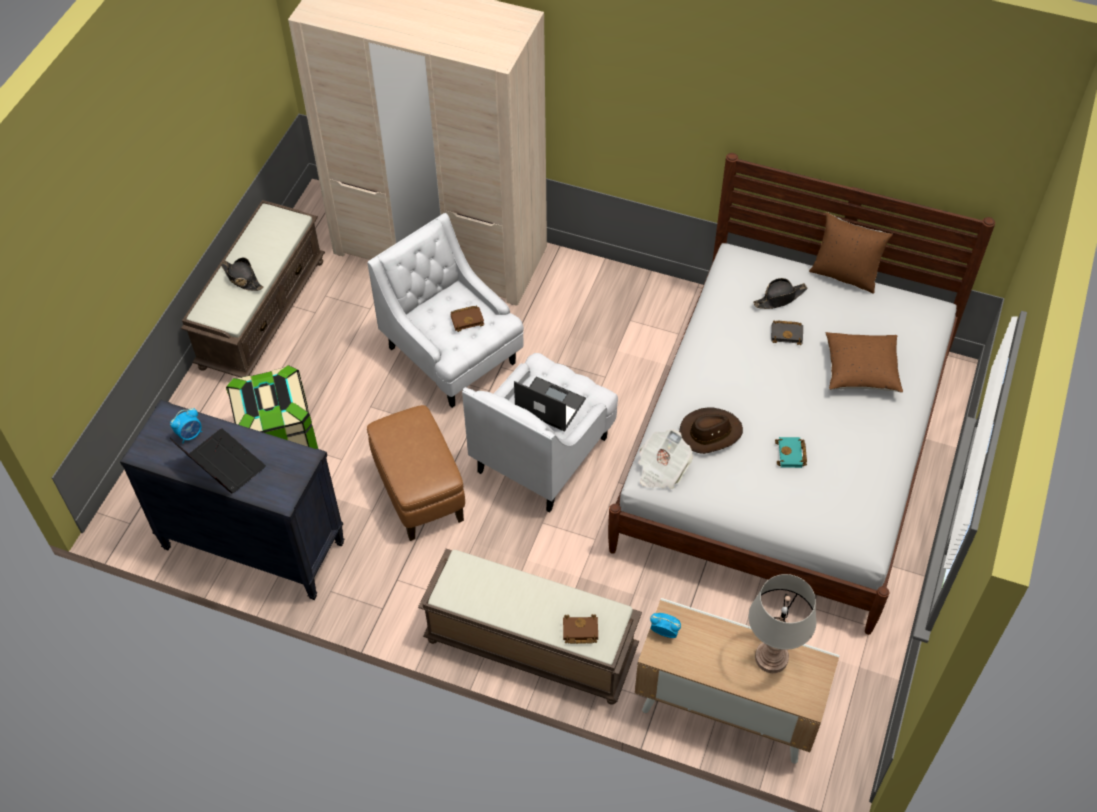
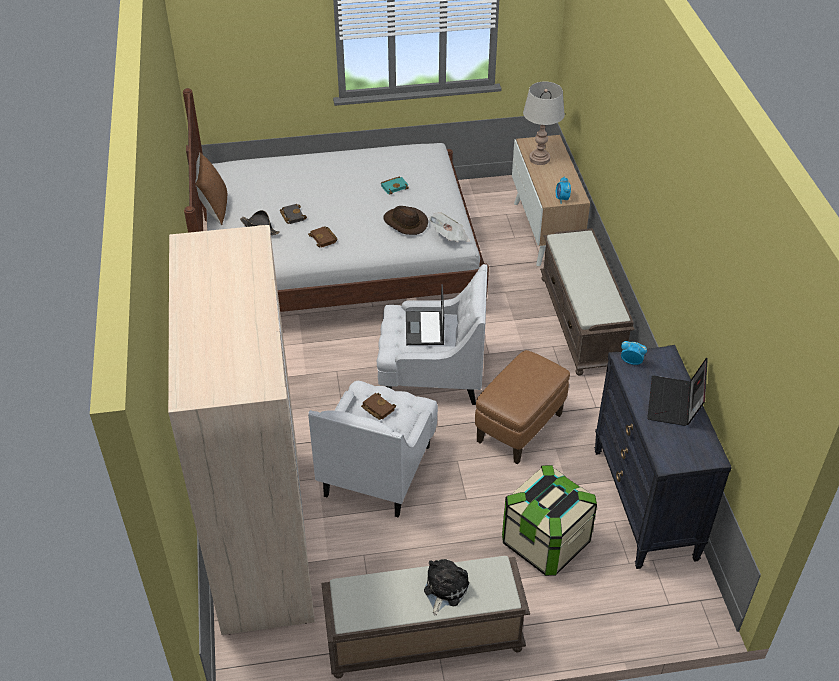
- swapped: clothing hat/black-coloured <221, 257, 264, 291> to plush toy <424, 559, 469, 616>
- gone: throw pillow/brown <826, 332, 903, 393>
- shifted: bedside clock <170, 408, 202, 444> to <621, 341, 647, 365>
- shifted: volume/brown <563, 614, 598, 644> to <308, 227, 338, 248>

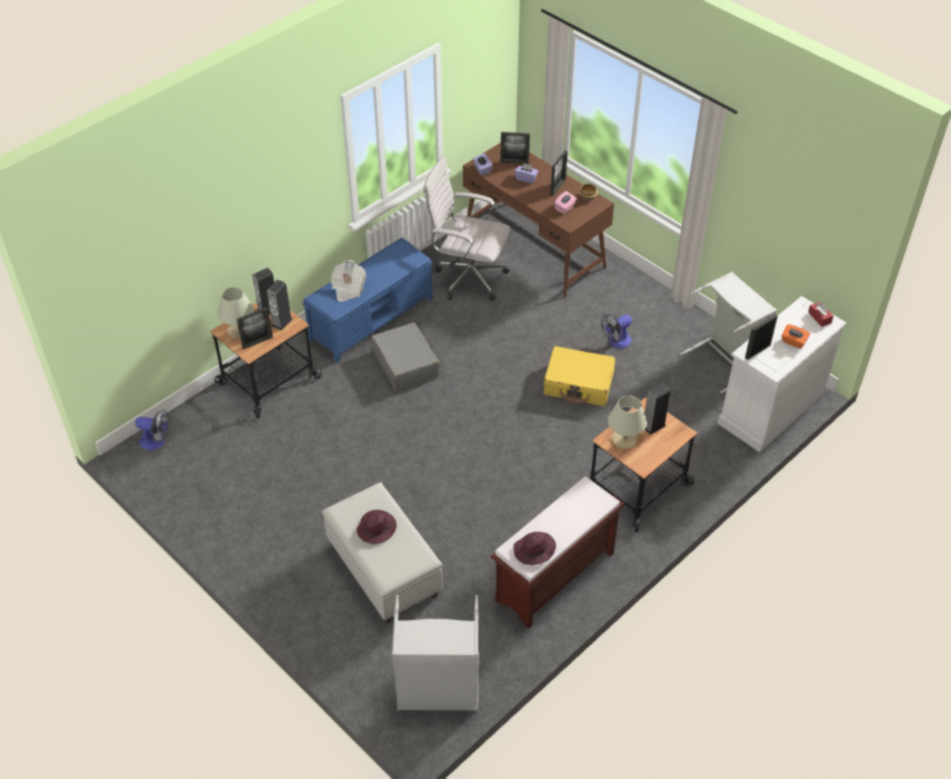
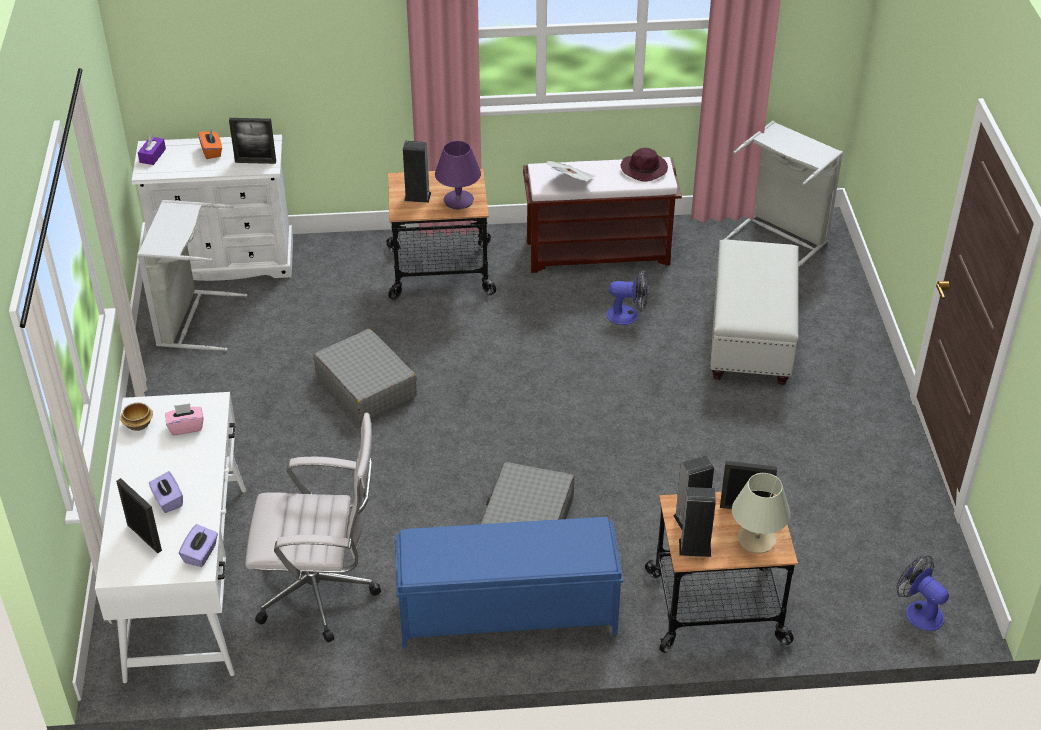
- repainted: desk unit/brown <463, 143, 614, 297> to desk unit/white <95, 392, 246, 683>
- gone: picture frame <550, 150, 568, 196>
- rotated: computer chair/white <423, 156, 511, 301> = <245, 413, 381, 643> 60 degrees counterclockwise
- shifted: daily paper <330, 260, 366, 301> to <546, 161, 595, 182>
- repainted: box of tissues/red <808, 302, 833, 327> to box of tissues/purplish <138, 134, 166, 165>
- shifted: cooling fan <601, 314, 632, 349> to <607, 269, 649, 325>
- repainted: travel case/yellow <544, 346, 615, 406> to travel case/grey <313, 329, 417, 423>
- repainted: tabletop lamp/beige <608, 395, 647, 449> to tabletop lamp/purplish <435, 141, 481, 209>
- gone: clothing hat/purplish <356, 510, 397, 544>

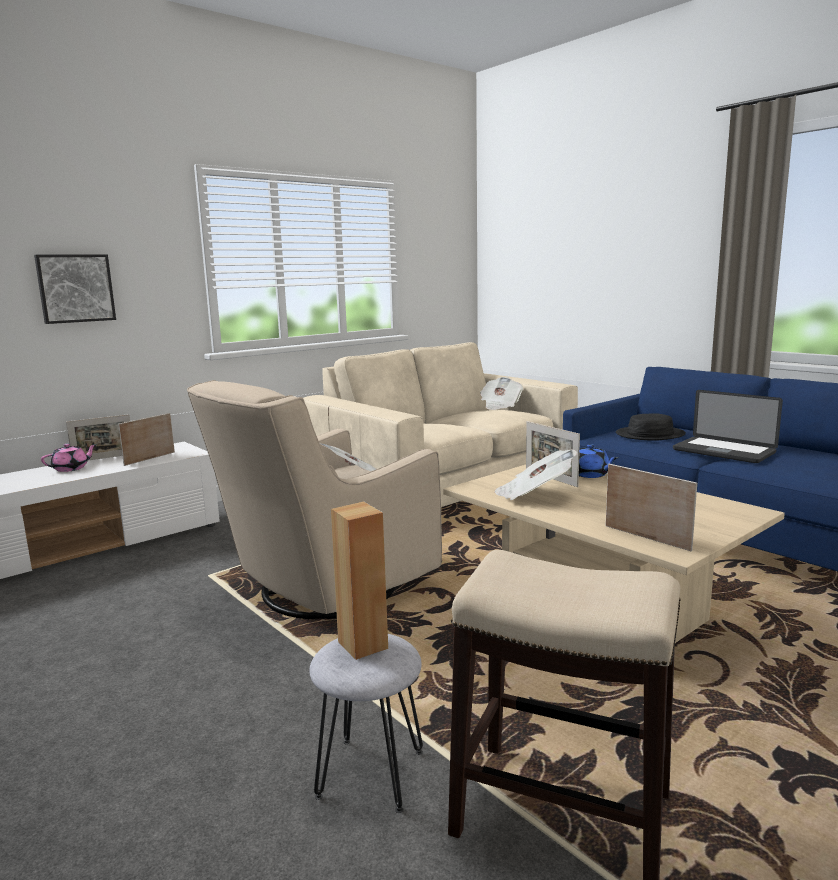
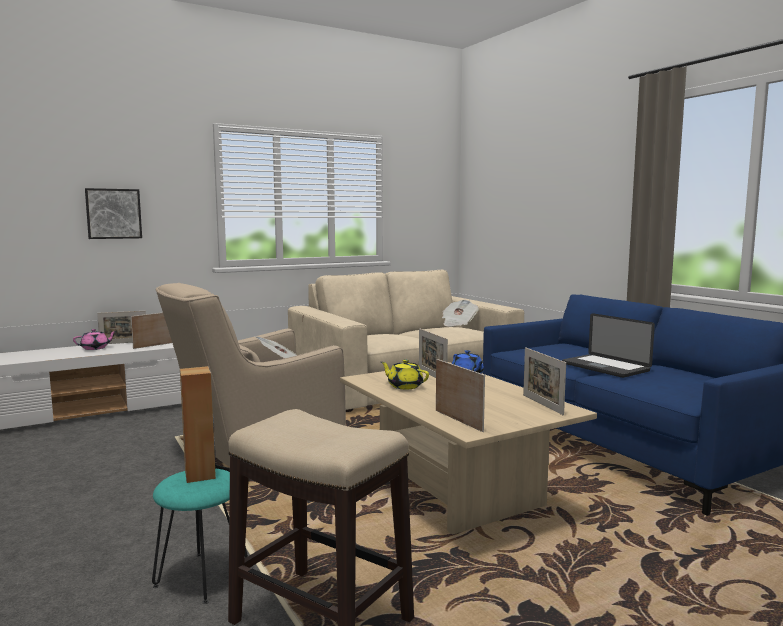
- gone: clothing hat/black-coloured <616, 413, 686, 441>
- swapped: daily paper <494, 449, 577, 500> to pot for tea/yellow <381, 359, 429, 389>
- repainted: stool seat/grey <309, 634, 423, 813> to stool seat/turquoise-coloured <152, 468, 248, 604>
- new: picture frame <523, 347, 566, 415>

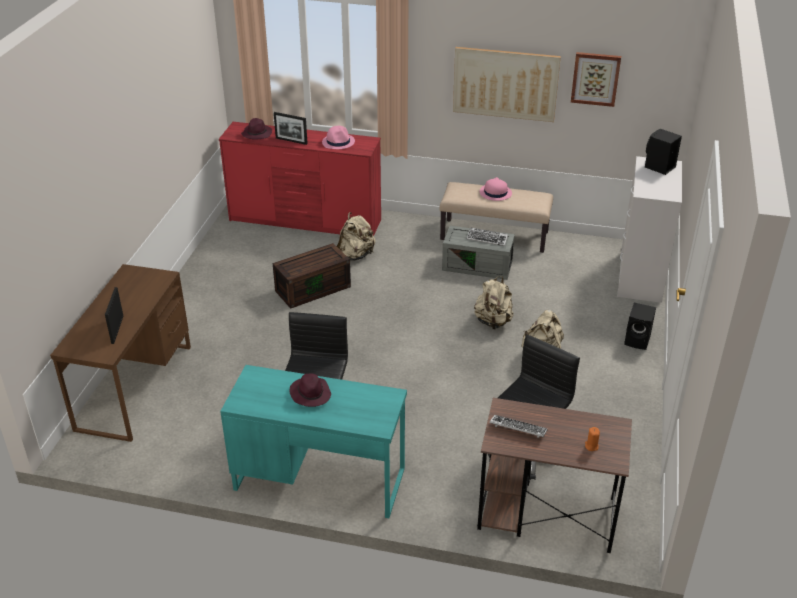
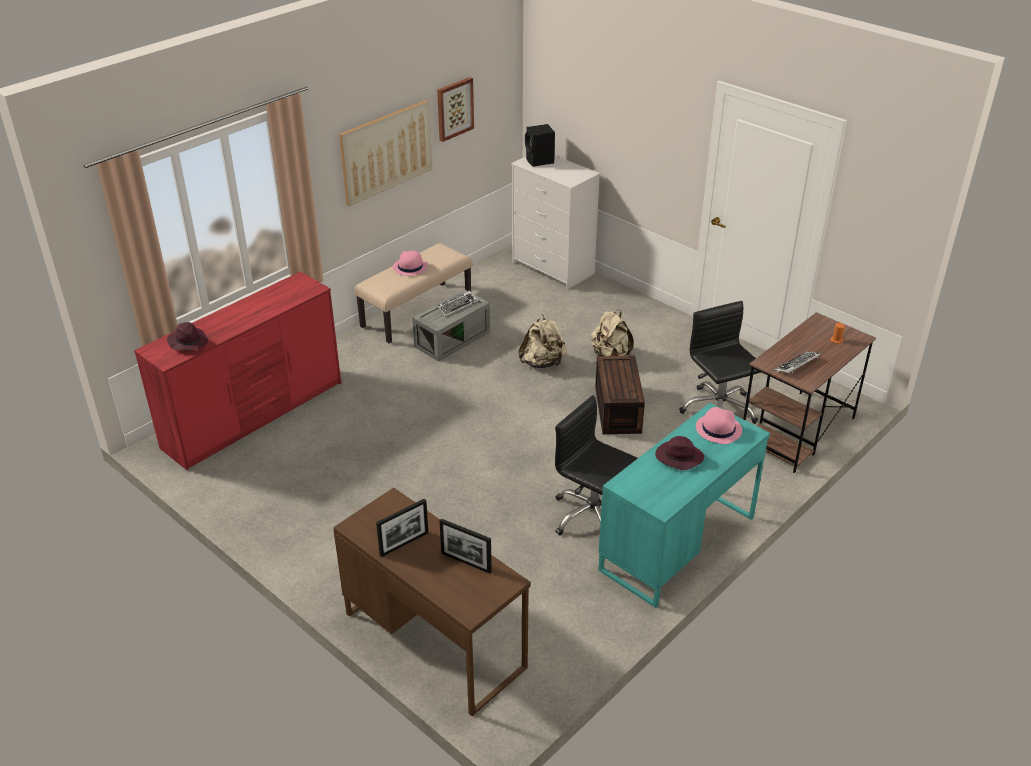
- shifted: picture frame <274, 112, 308, 145> to <376, 498, 428, 557>
- shifted: clothing hat/pink <322, 126, 355, 149> to <696, 407, 742, 444>
- gone: backpack/beige <337, 212, 376, 261>
- shifted: storage box/brown <273, 243, 351, 309> to <595, 355, 645, 434>
- gone: speaker/black-coloured <624, 302, 656, 350>

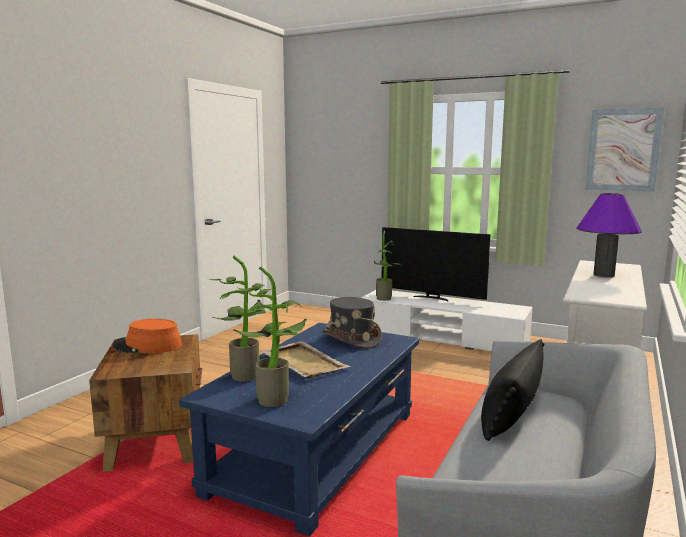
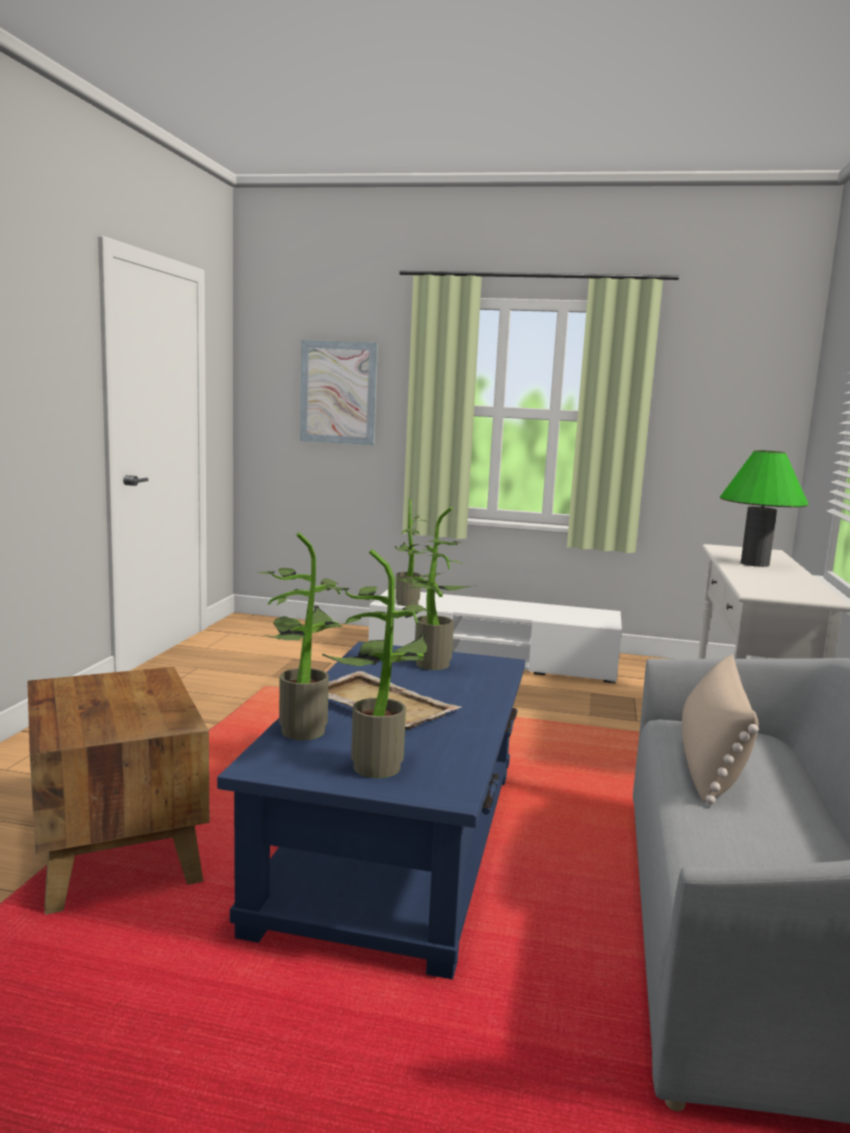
- shifted: wall art <586, 108, 664, 191> to <300, 340, 378, 445>
- repainted: tabletop lamp/purplish <576, 193, 642, 277> to tabletop lamp/greenish <720, 450, 808, 567>
- gone: television <382, 227, 491, 301>
- swapped: clothing hat/grey <322, 297, 382, 349> to houseplant <394, 507, 471, 670>
- gone: clothing hat/orange-coloured <112, 319, 182, 353>
- repainted: throw pillow/black-coloured <481, 339, 545, 441> to throw pillow/beige <682, 654, 759, 805>

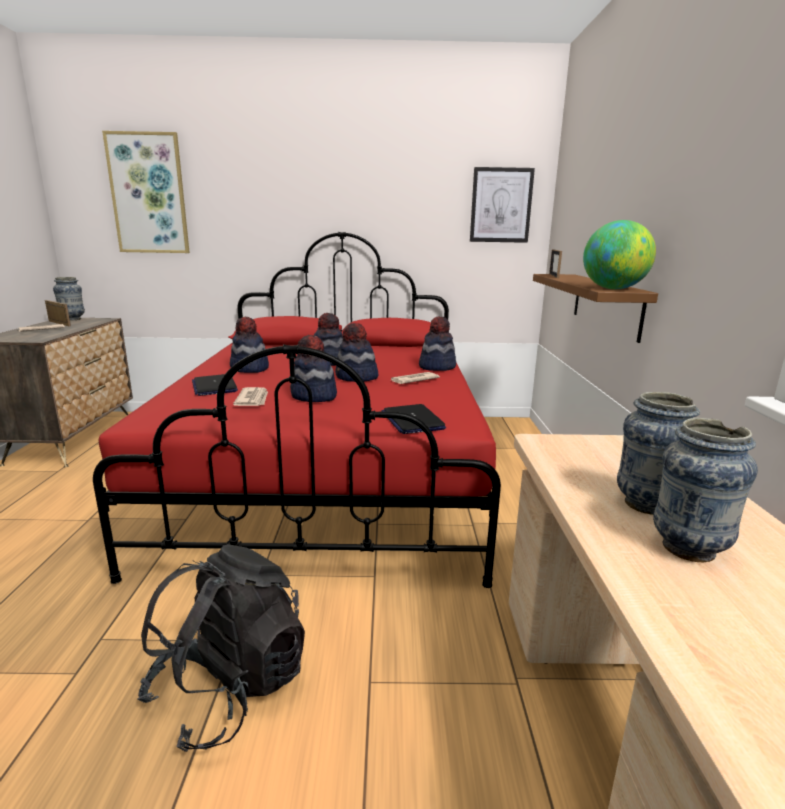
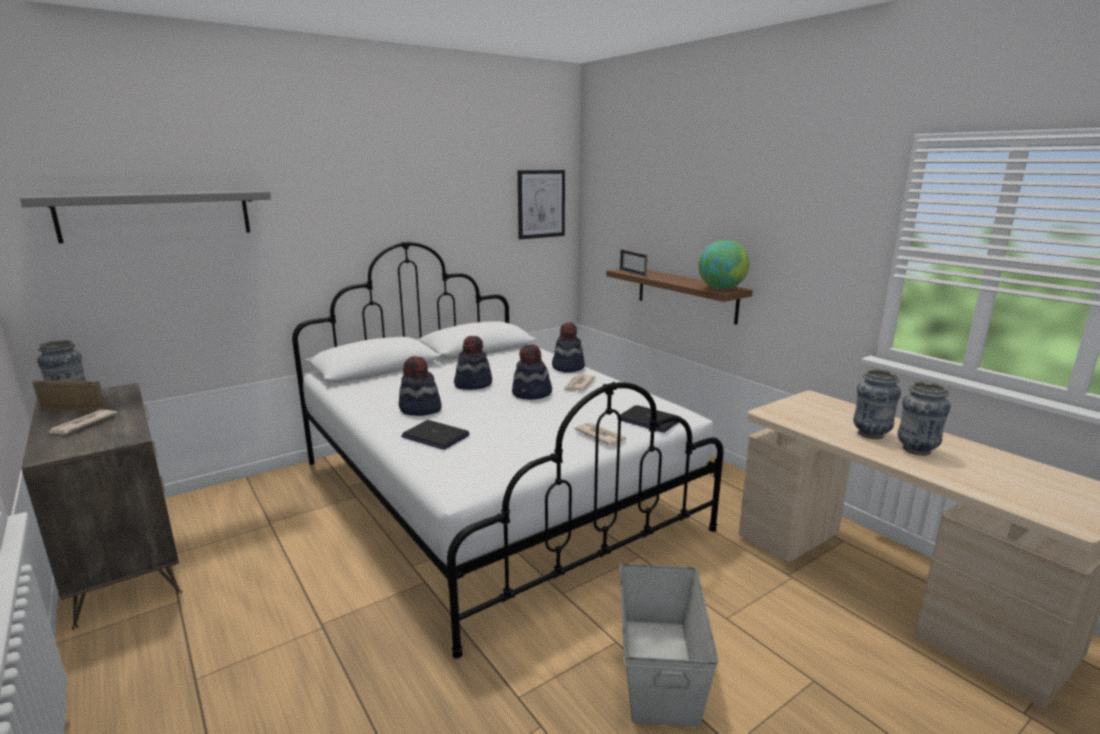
- swapped: wall art <102, 131, 190, 253> to bracket shelf/grey <20, 190, 271, 244>
- repainted: sleeping bed/red <93, 232, 501, 588> to sleeping bed/white <292, 242, 724, 659>
- gone: clothing hat <290, 335, 337, 402>
- shifted: daily paper <233, 387, 268, 406> to <574, 422, 627, 445>
- swapped: backpack/black-coloured <137, 544, 305, 752> to storage box/grey <620, 564, 719, 727>

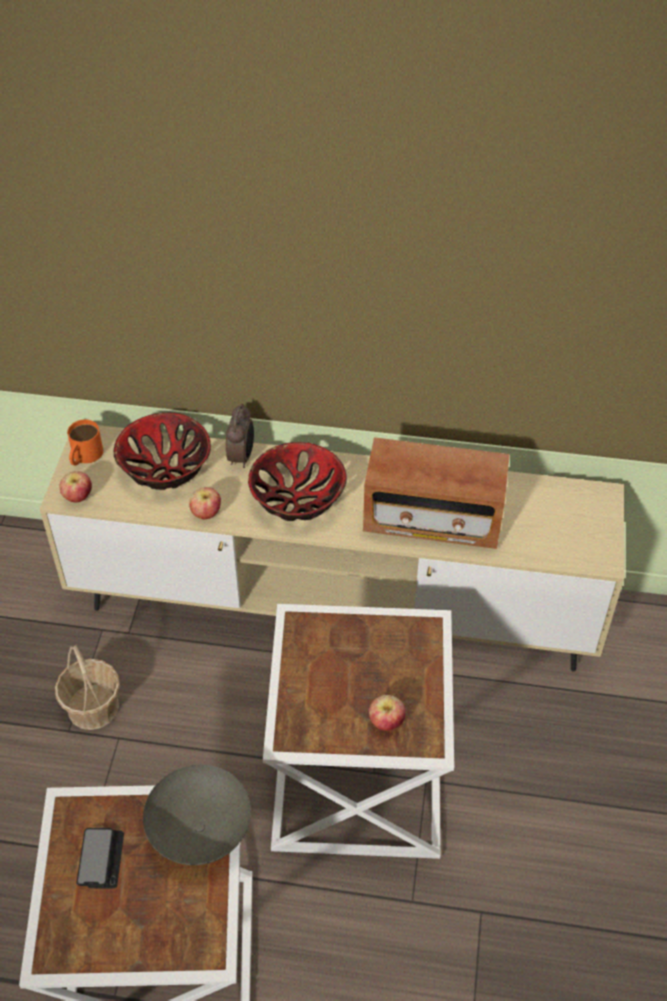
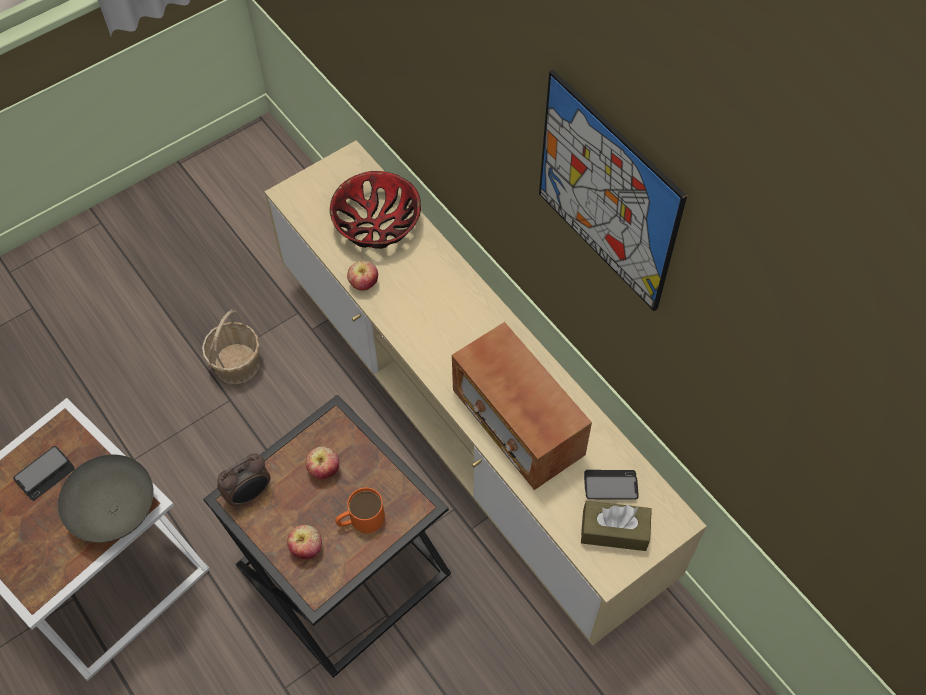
- shifted: bedside clock <226, 404, 254, 468> to <217, 454, 270, 508>
- shifted: mug/orange-coloured <67, 419, 103, 466> to <335, 488, 385, 533>
- gone: deep dish <248, 442, 347, 521>
- shifted: apple fruit <59, 471, 92, 502> to <305, 446, 339, 479>
- repainted: end table/white <263, 604, 454, 859> to end table/black-coloured <203, 395, 451, 678>
- new: wall art <539, 70, 687, 311>
- new: handset <584, 470, 639, 499>
- new: box of tissues/brown <581, 501, 652, 551>

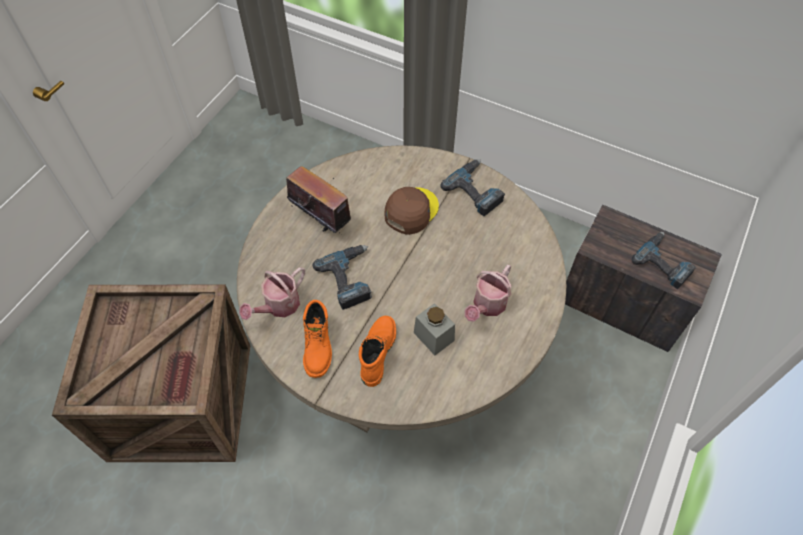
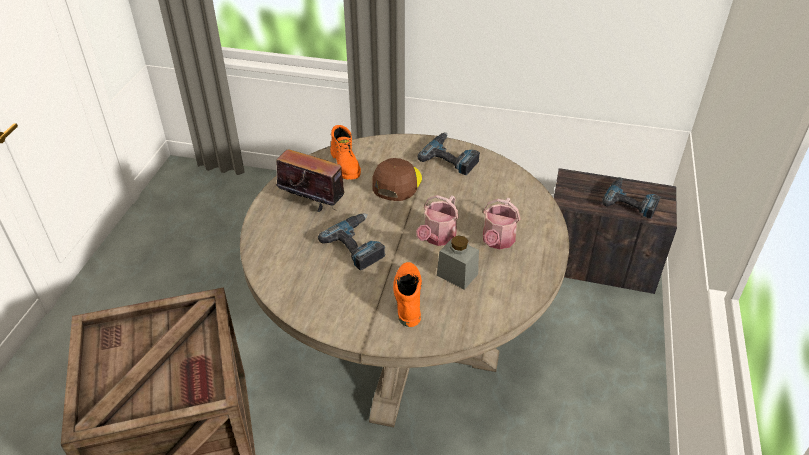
- shifted: watering pot <239, 267, 305, 320> to <416, 195, 459, 246>
- shifted: boot/orange-coloured <303, 300, 332, 378> to <330, 125, 361, 180>

